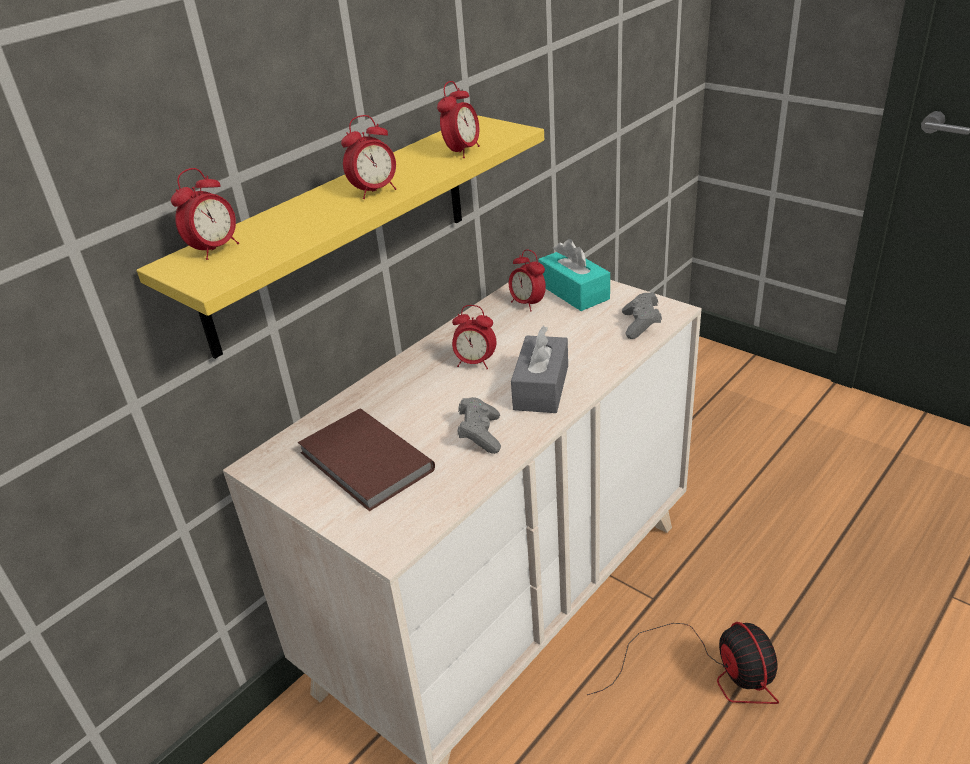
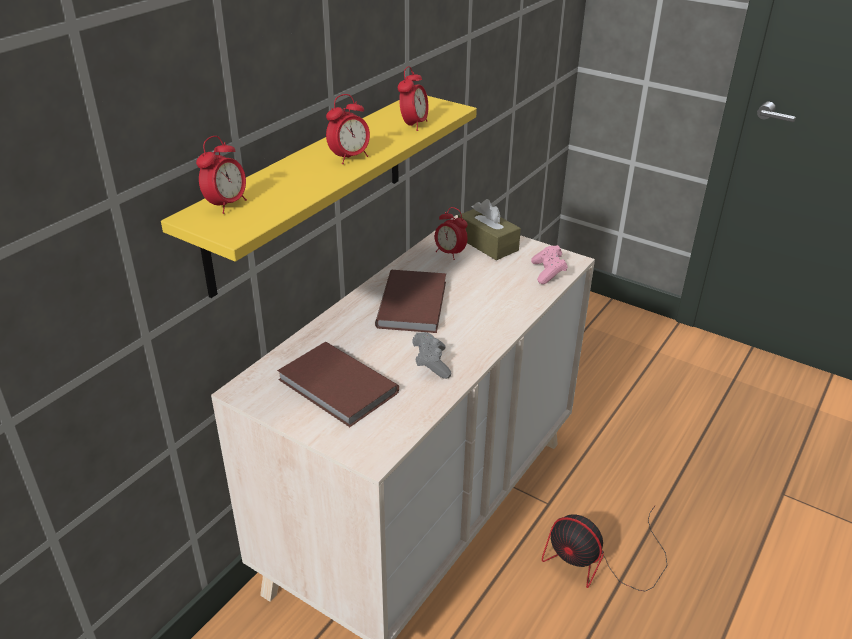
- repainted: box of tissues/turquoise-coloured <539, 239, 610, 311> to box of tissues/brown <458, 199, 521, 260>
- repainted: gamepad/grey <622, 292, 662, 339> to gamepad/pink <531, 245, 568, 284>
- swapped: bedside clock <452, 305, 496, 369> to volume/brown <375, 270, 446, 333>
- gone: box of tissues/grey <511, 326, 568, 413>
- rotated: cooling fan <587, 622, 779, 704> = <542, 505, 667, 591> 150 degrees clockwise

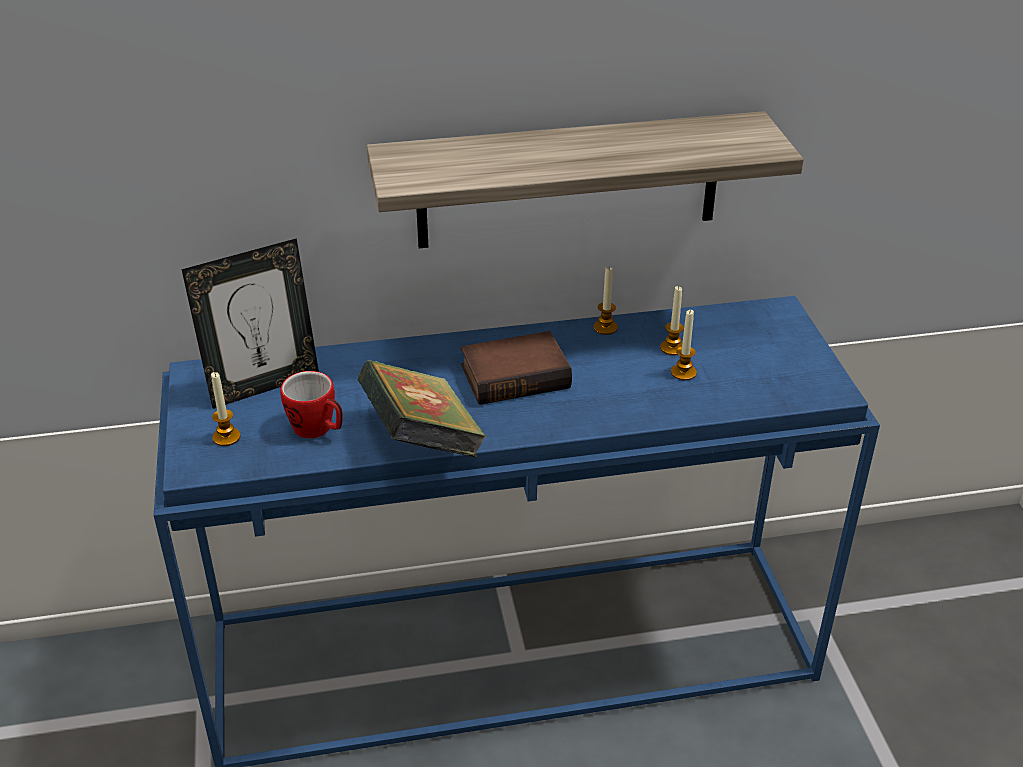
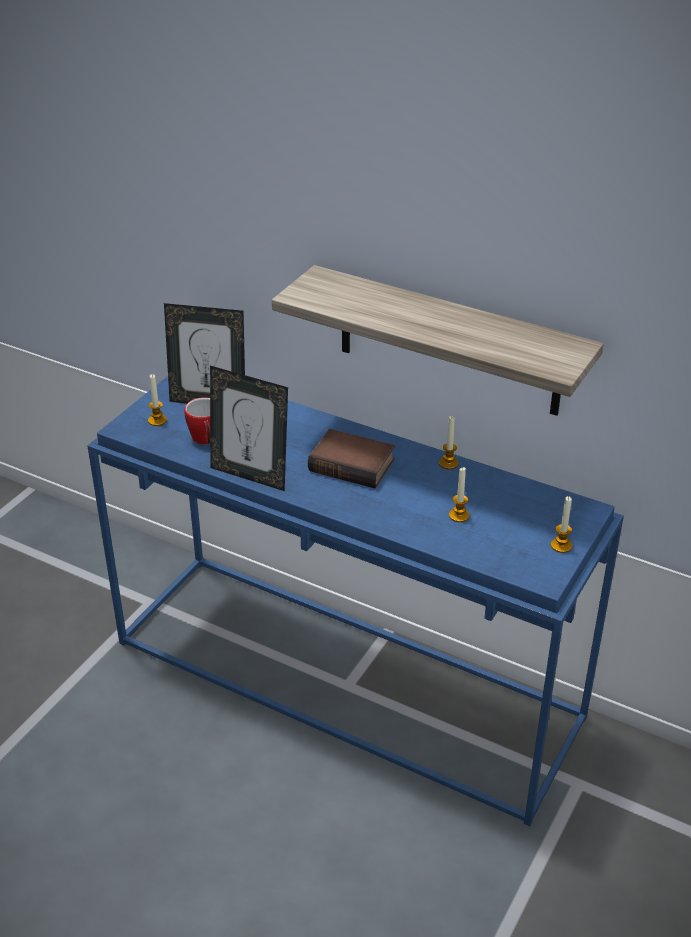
- shifted: wax candle <660, 286, 684, 356> to <551, 496, 572, 553>
- swapped: volume <358, 360, 487, 458> to picture frame <210, 366, 288, 491>

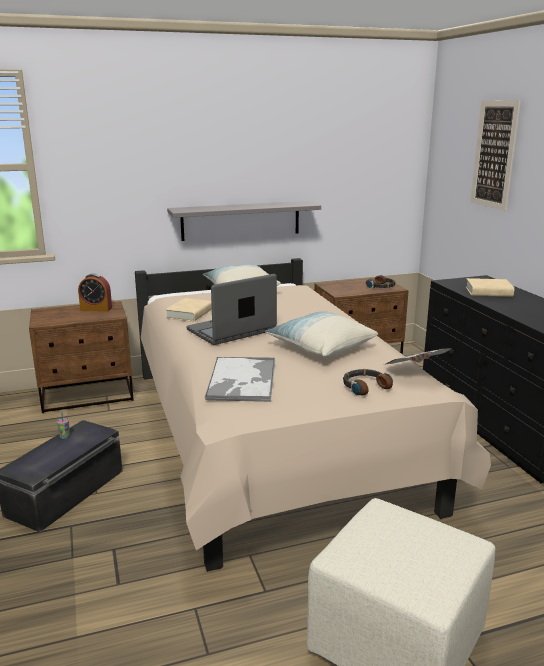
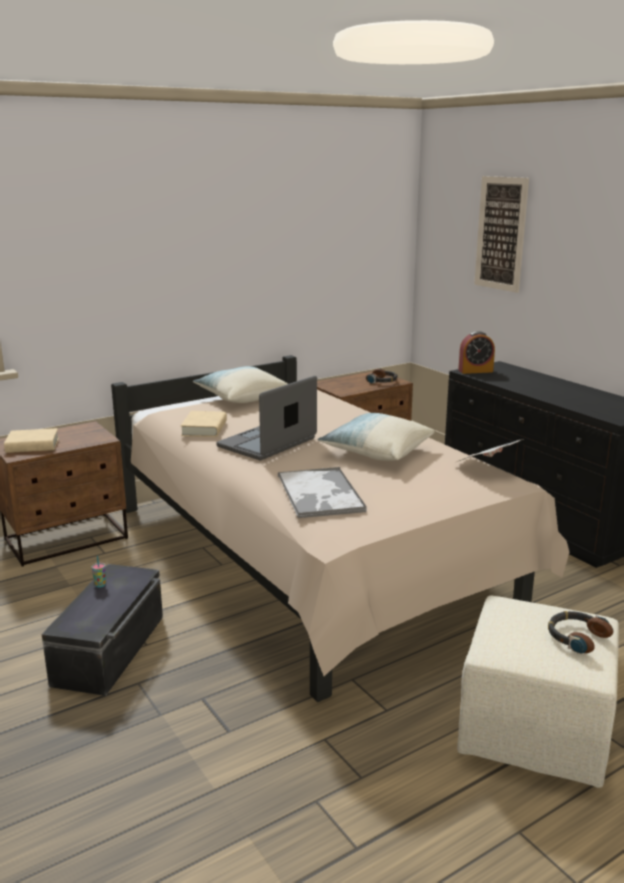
- gone: bracket shelf/grey <167, 201, 321, 241>
- shifted: bedside clock <78, 274, 112, 312> to <458, 331, 495, 374>
- shifted: volume/beige <466, 278, 514, 297> to <4, 428, 59, 453>
- shifted: headphones <343, 369, 393, 395> to <548, 611, 613, 654>

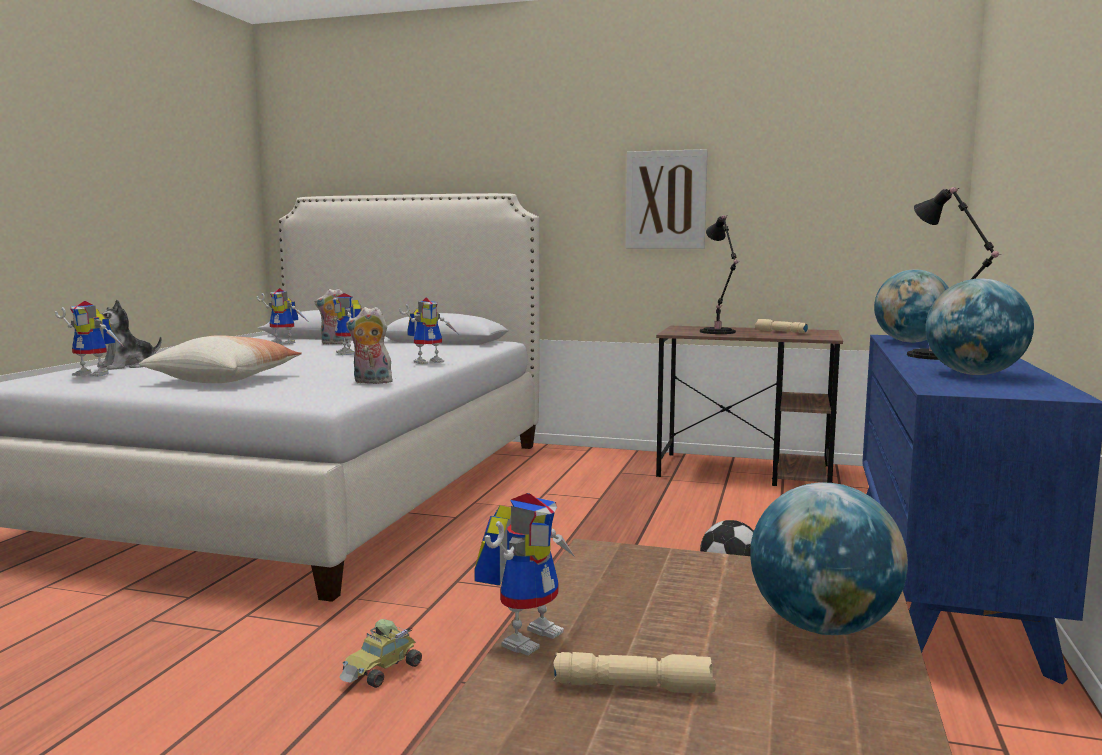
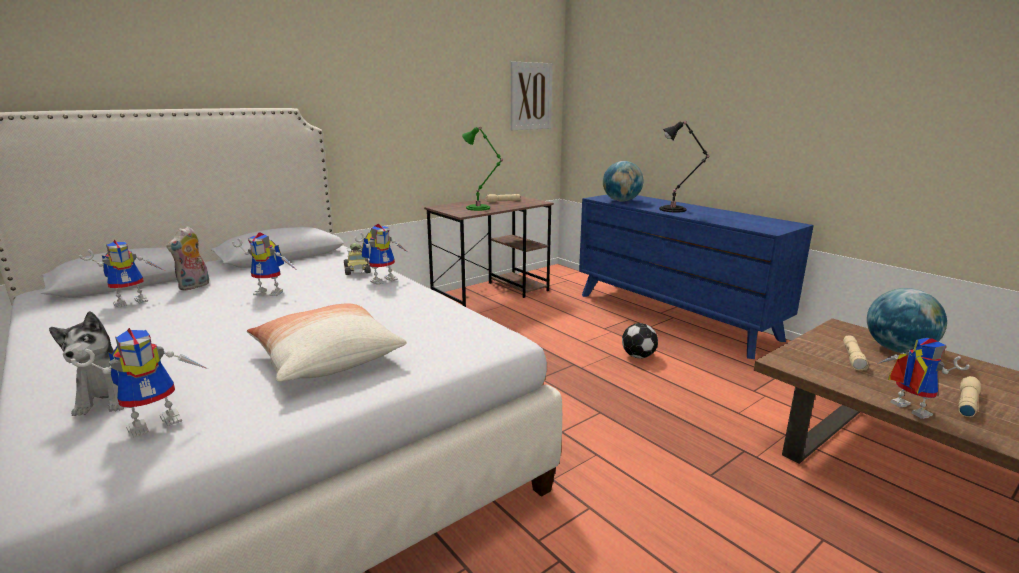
- shifted: wall art <626, 149, 708, 249> to <511, 61, 553, 130>
- repainted: tabletop lamp/black-coloured <700, 215, 740, 334> to tabletop lamp/greenish <462, 127, 503, 211>
- gone: desk globe <926, 278, 1034, 375>
- rotated: robot figure <399, 297, 458, 364> = <355, 224, 409, 285> 45 degrees clockwise
- gone: plush toy <346, 307, 393, 384>
- shifted: miniature car <339, 619, 422, 688> to <344, 243, 371, 275>
- new: flashlight/beige <843, 336, 869, 371>

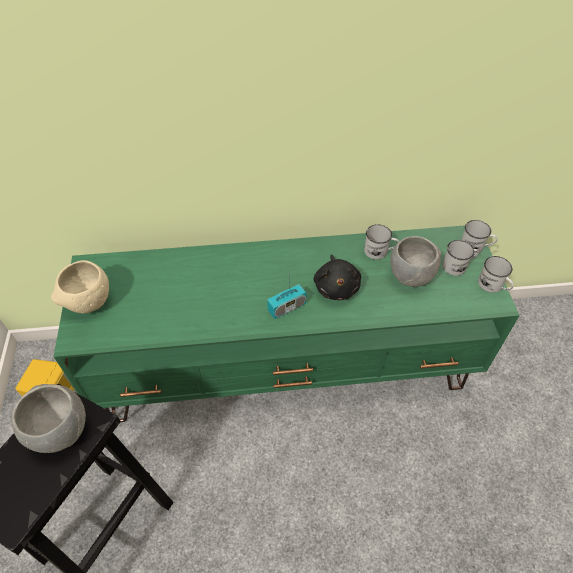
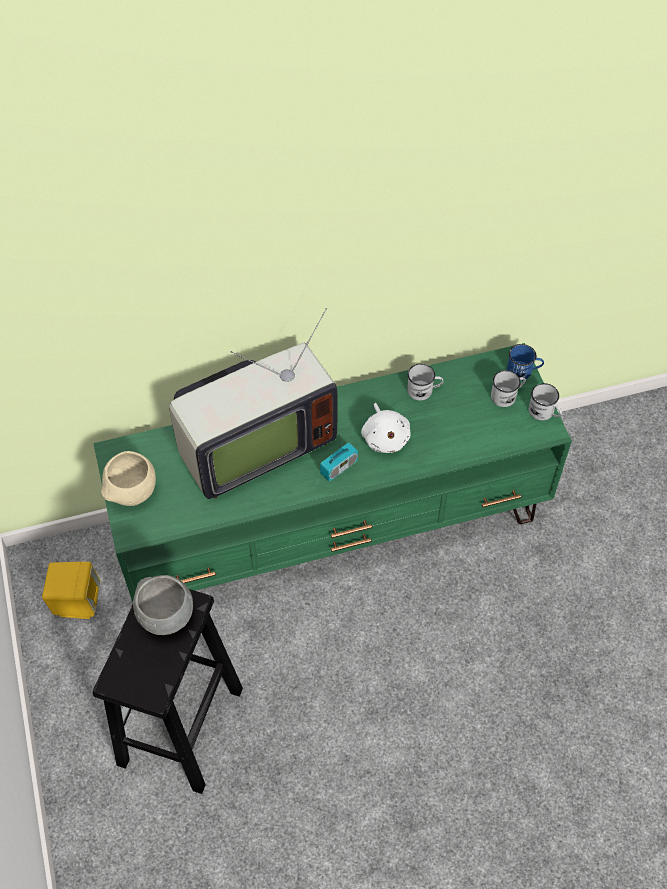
- repainted: mug/white <461, 220, 497, 255> to mug/blue-coloured <507, 344, 544, 381>
- gone: deep dish/grey <390, 236, 441, 287>
- repainted: plush toy/black-coloured <314, 255, 361, 300> to plush toy/white <361, 403, 410, 453>
- new: television <169, 308, 337, 499>

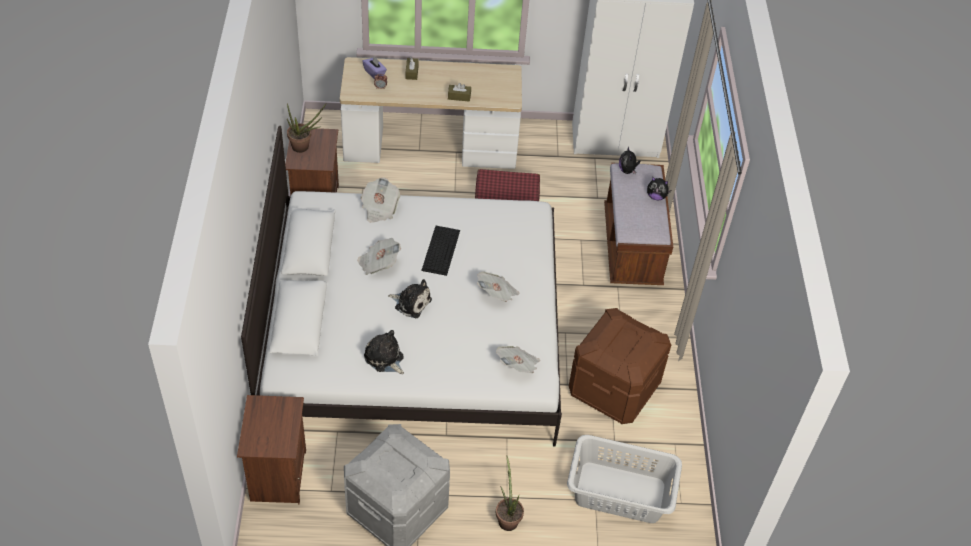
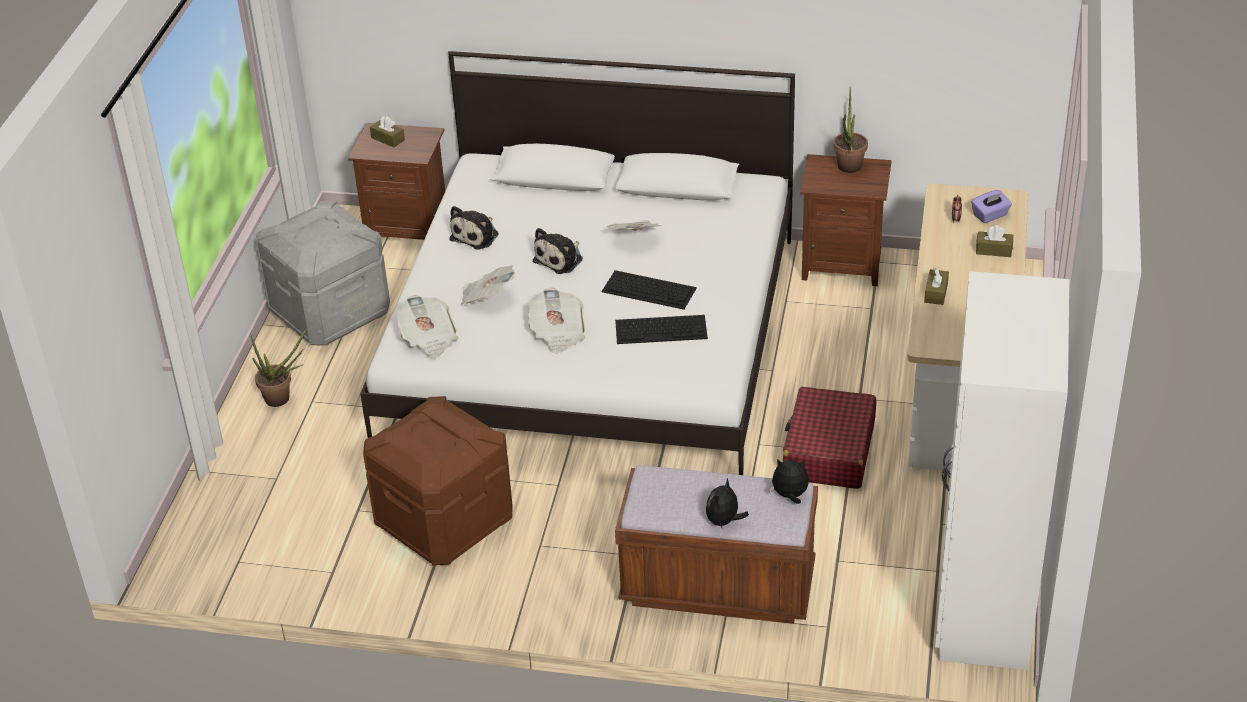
- shifted: daily paper <361, 178, 400, 222> to <461, 265, 515, 305>
- rotated: plush toy <364, 330, 404, 374> = <450, 206, 498, 250> 150 degrees clockwise
- gone: laundry basket/grey <567, 435, 682, 523>
- new: box of tissues/brown <370, 116, 405, 148>
- new: keyboard <615, 315, 708, 344>

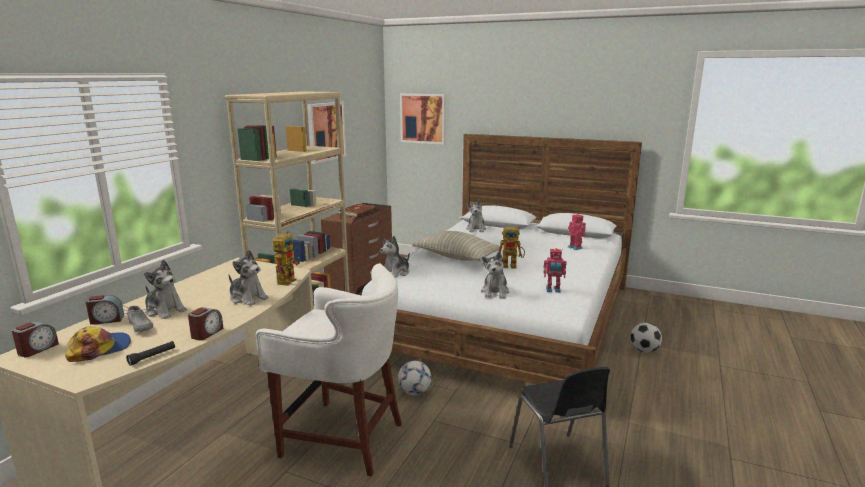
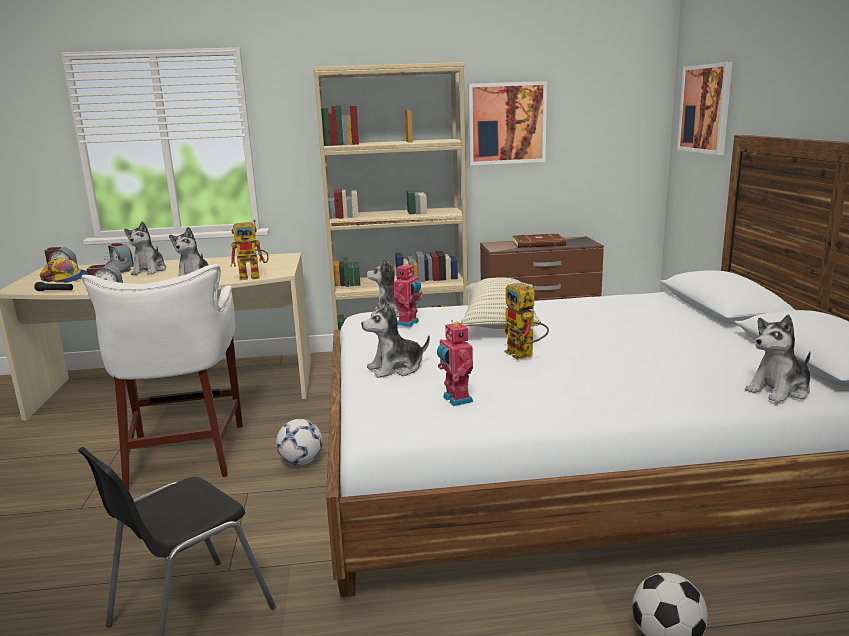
- shifted: plush toy <466, 199, 486, 232> to <745, 315, 811, 403>
- shifted: robot figure <568, 213, 586, 250> to <394, 263, 422, 327>

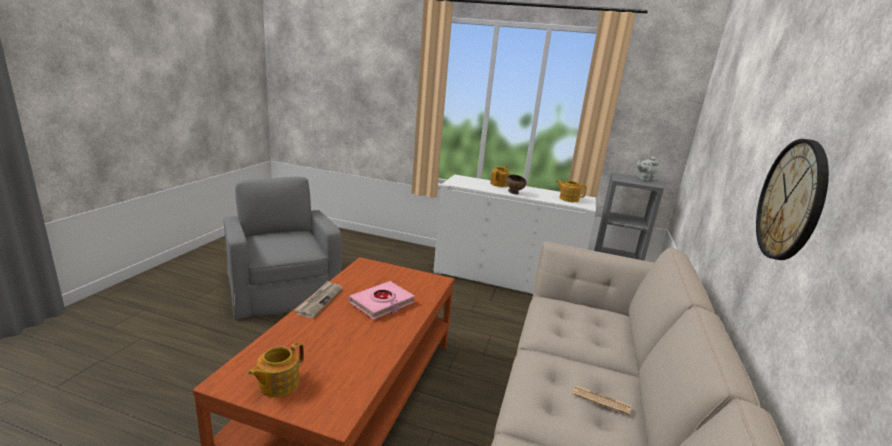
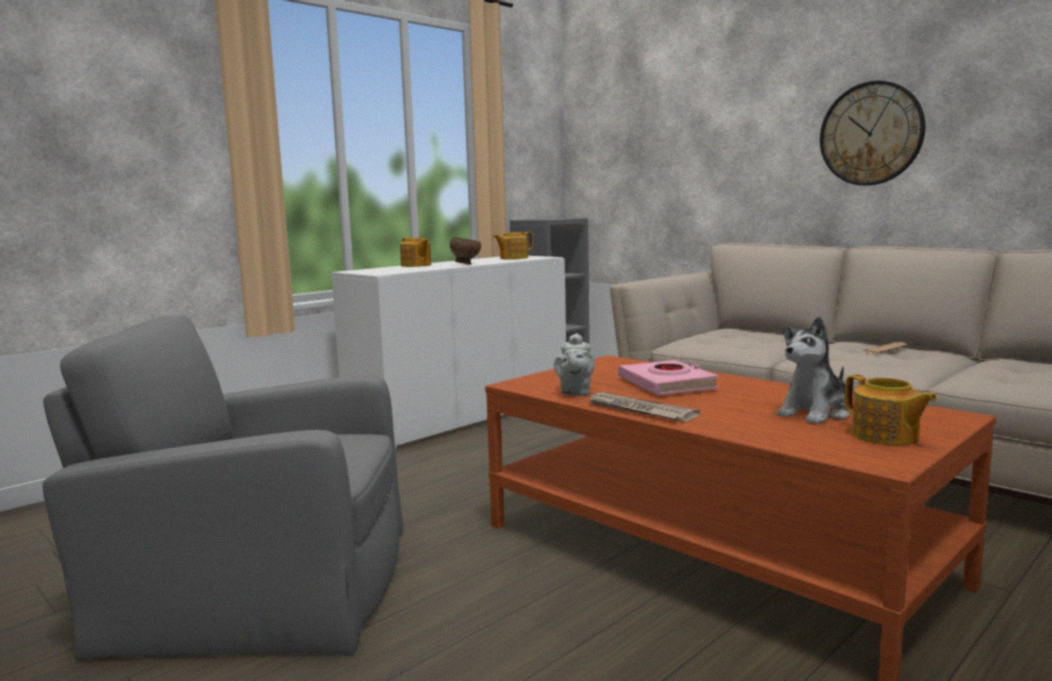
- shifted: pot for tea/grey <637, 156, 659, 181> to <554, 333, 595, 396>
- new: plush toy <776, 316, 850, 424>

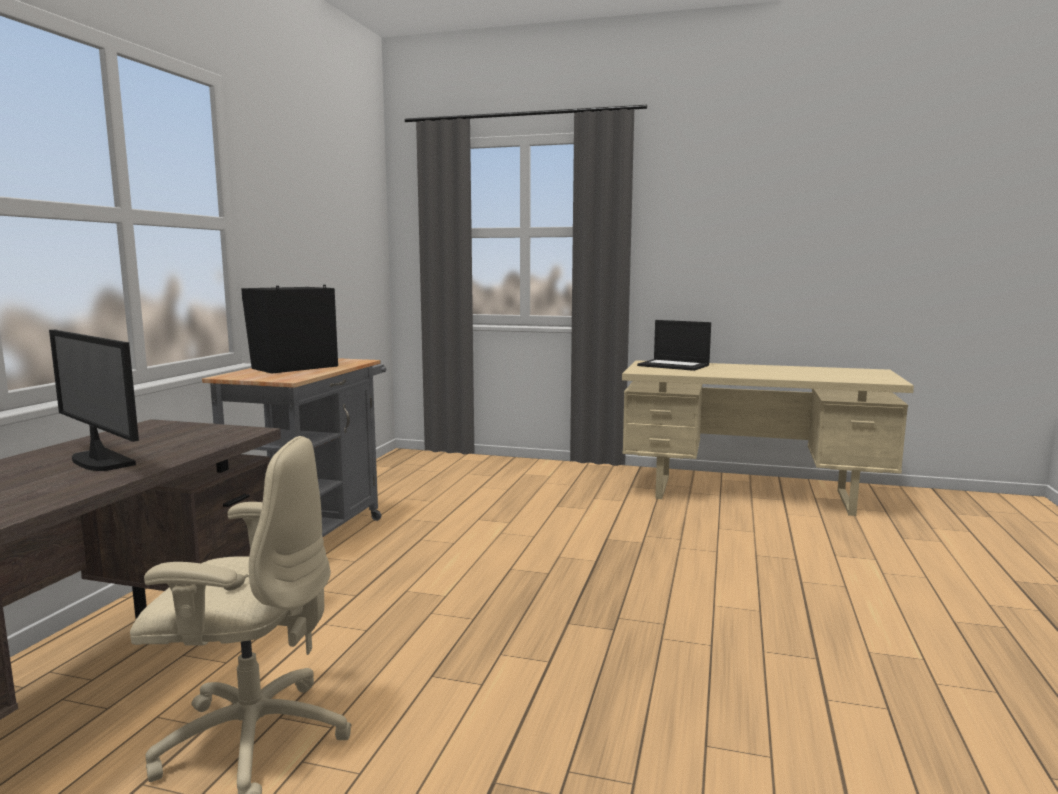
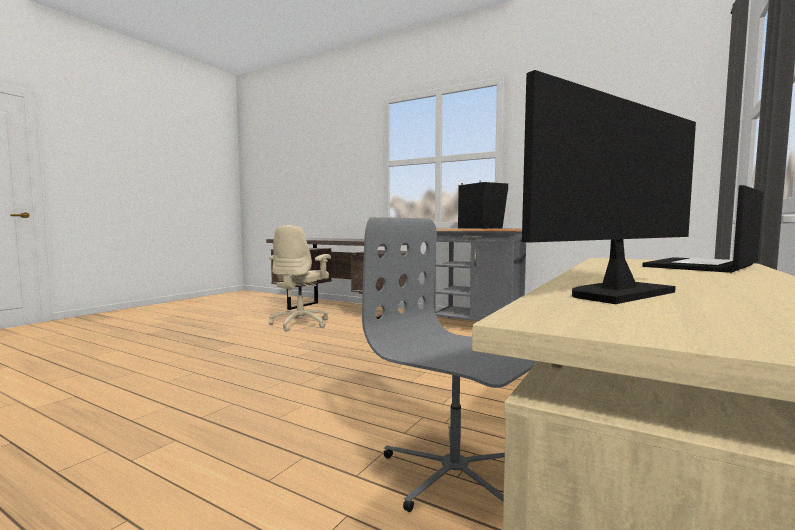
- shifted: monitor <49, 330, 139, 471> to <522, 70, 696, 304>
- new: computer chair/grey <362, 217, 537, 512>

